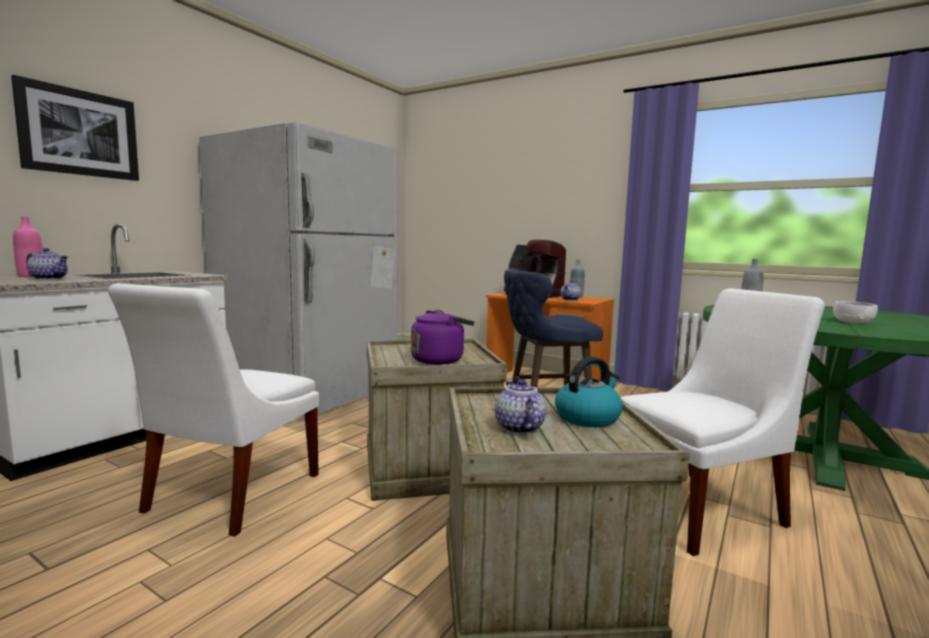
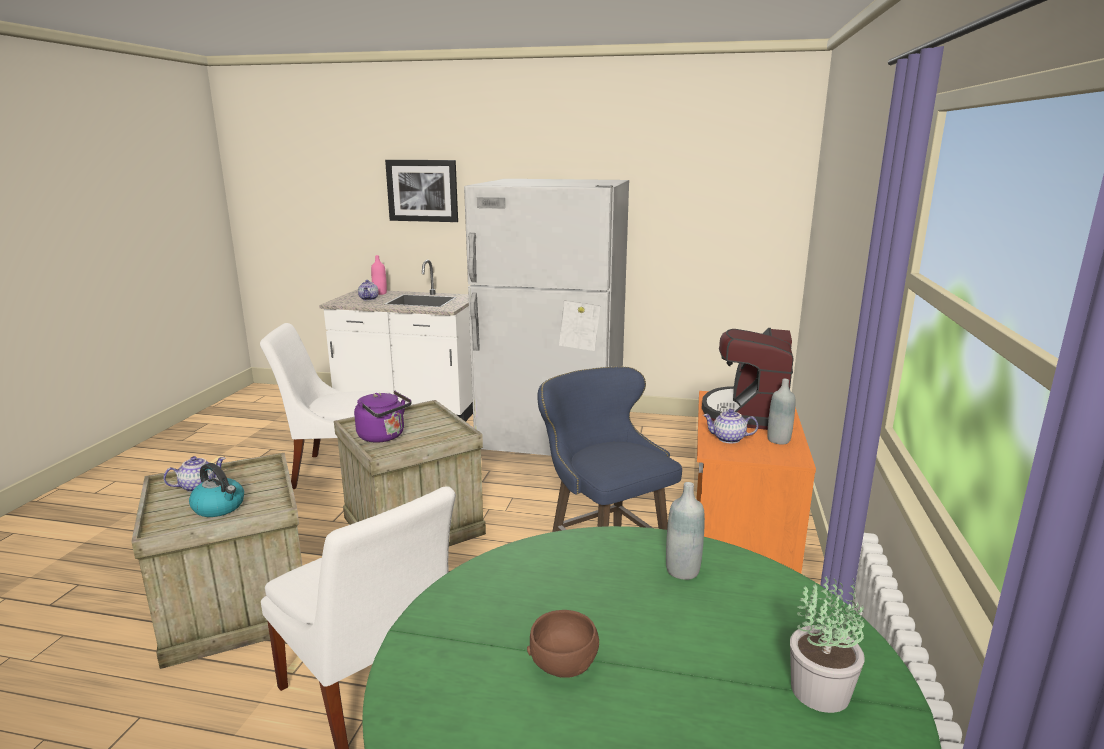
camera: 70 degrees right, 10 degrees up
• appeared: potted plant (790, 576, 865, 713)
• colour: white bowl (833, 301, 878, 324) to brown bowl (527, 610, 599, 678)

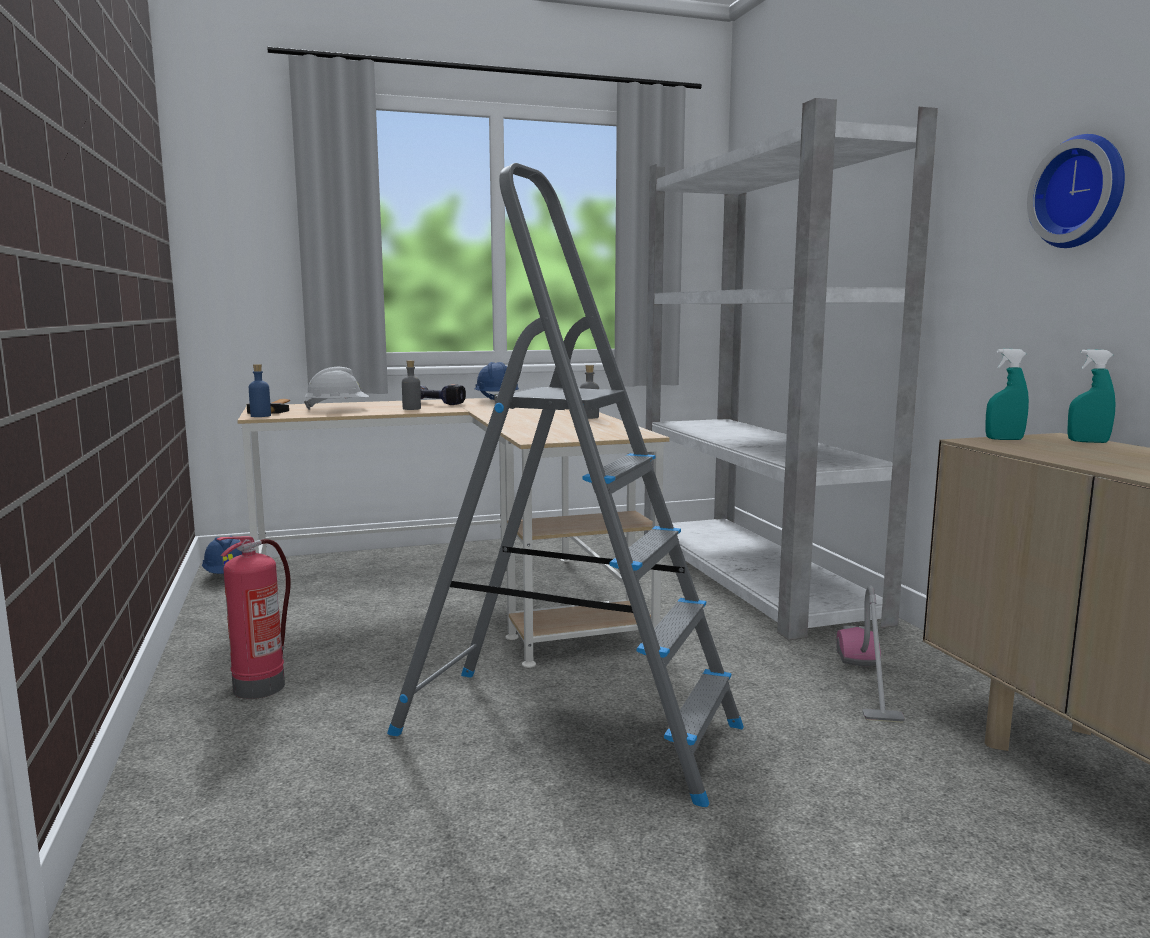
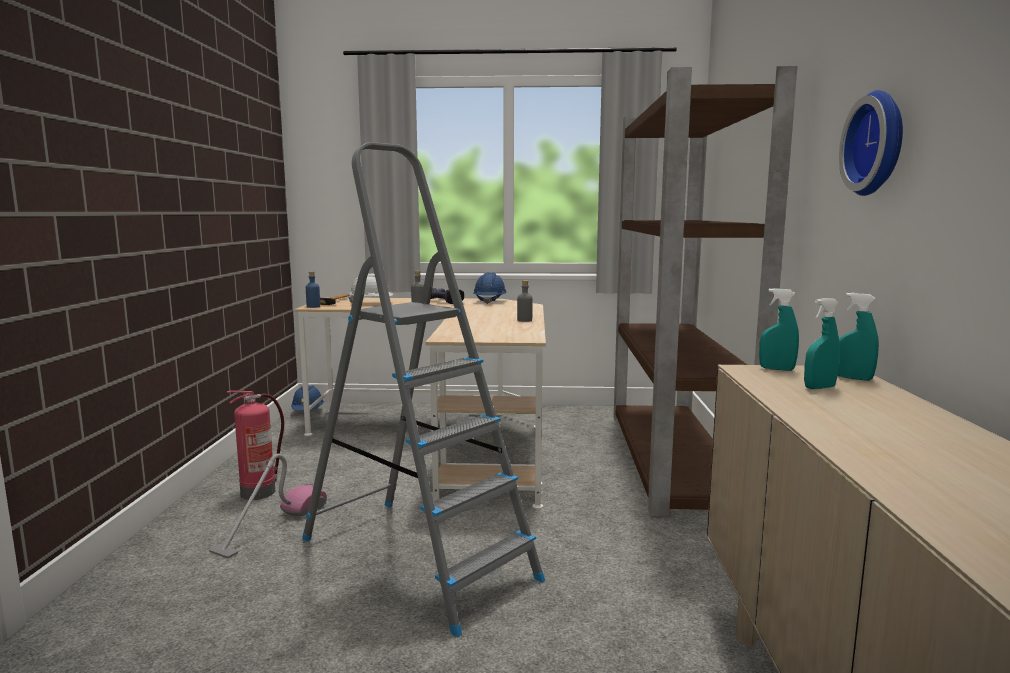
camera: 20 degrees right, 0 degrees up
• appeared: turquoise spray bottle (804, 298, 840, 389)
• relocated: vacuum cleaner (837, 585, 905, 722) to (209, 454, 327, 559)
• colour: white bookcase (644, 98, 938, 640) to brown bookcase (614, 66, 797, 517)

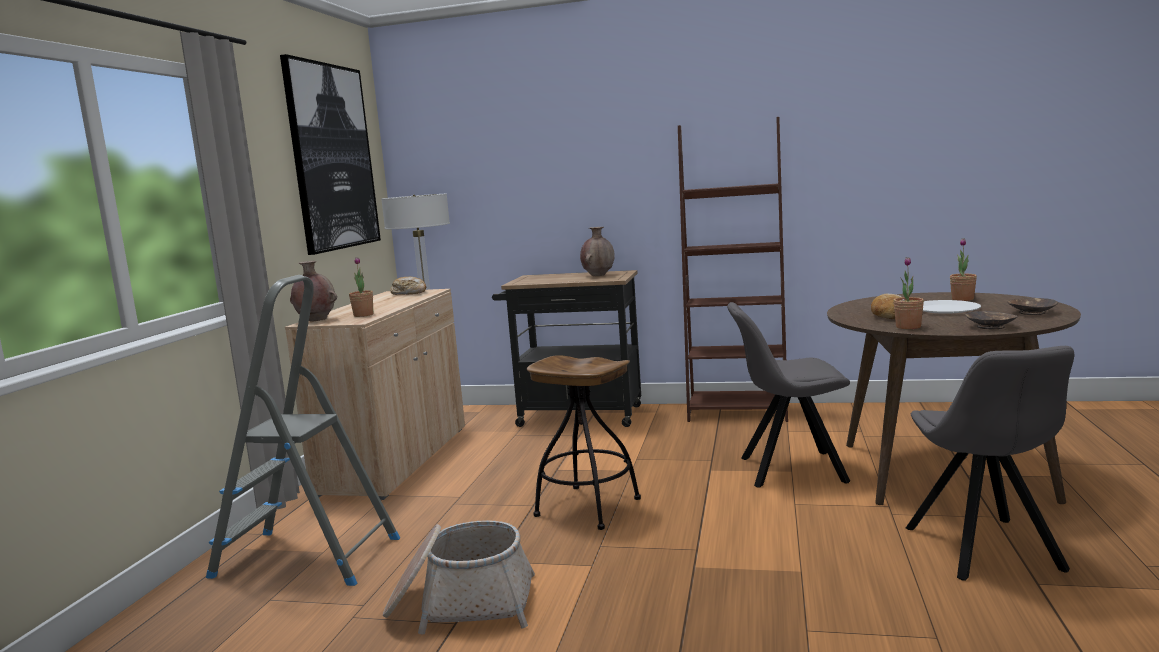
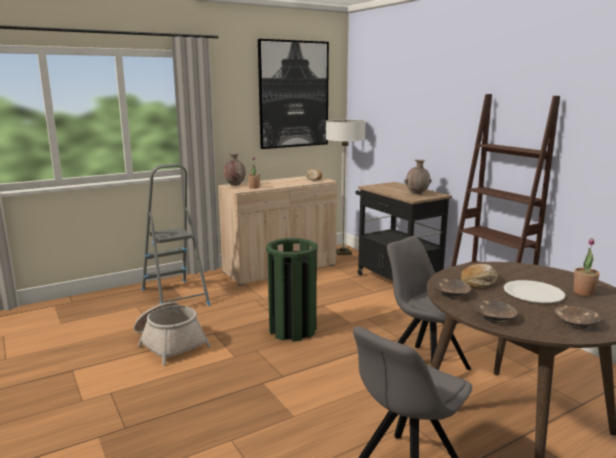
camera: 45 degrees right, 5 degrees up
• exchanged: brown stool (527, 355, 641, 530) to green trash can (266, 238, 318, 342)
• exchanged: potted plant (893, 257, 924, 329) to brown bowl (433, 279, 471, 298)

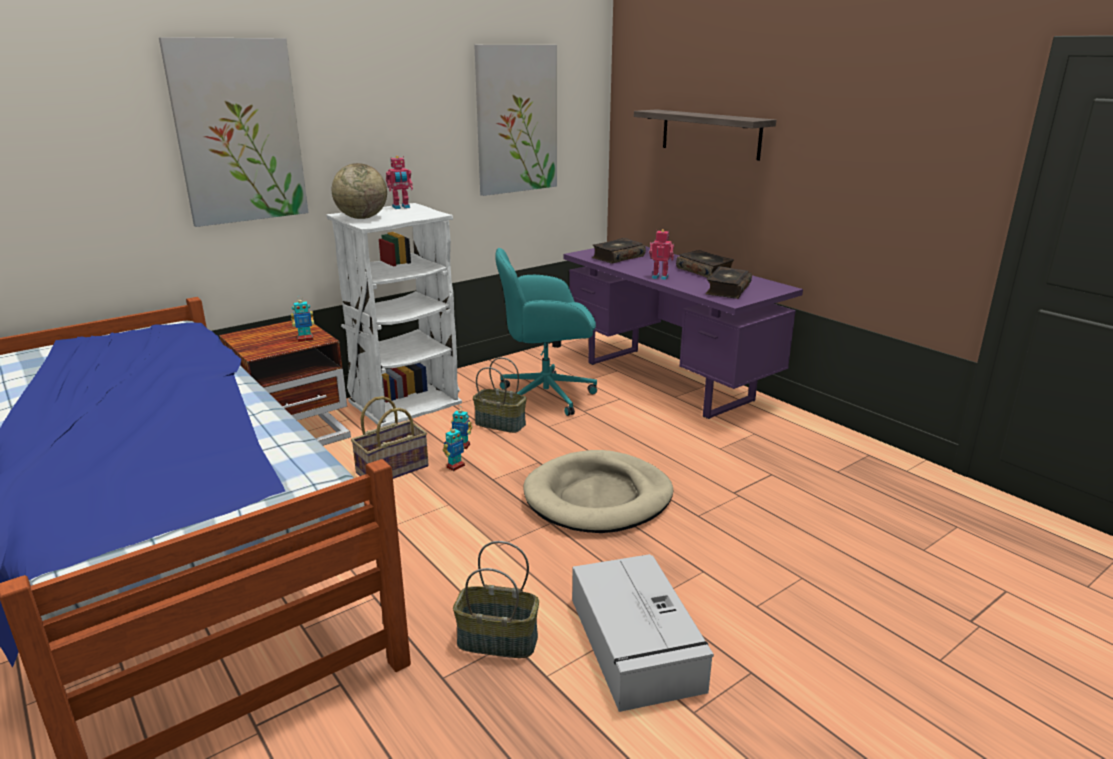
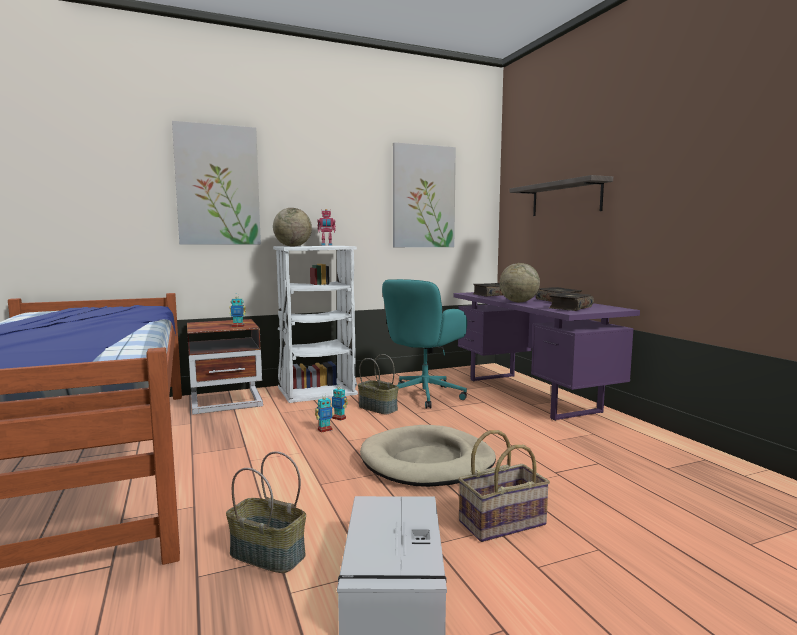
camera: 15 degrees right, 15 degrees down
• relocated: basket (351, 396, 428, 479) to (458, 430, 550, 542)
• exchanged: toy robot (649, 229, 674, 280) to globe (499, 263, 540, 302)
• spun: turquoise office chair (495, 248, 597, 416) = (382, 279, 467, 409) 60 degrees counterclockwise

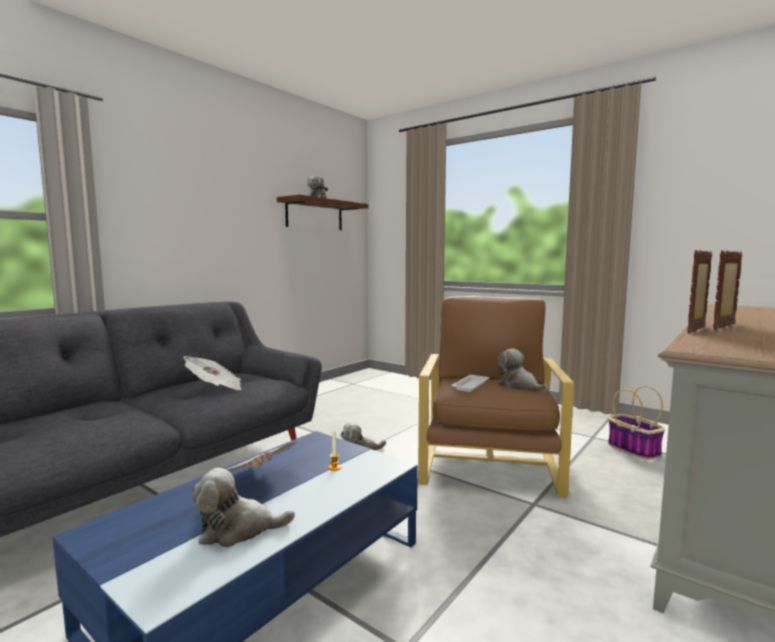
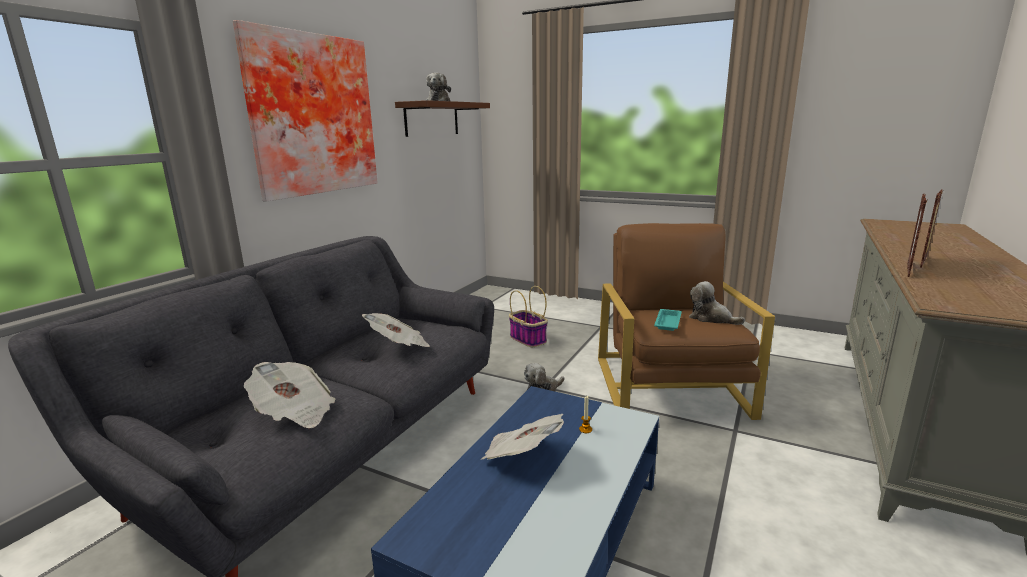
camera: 10 degrees left, 10 degrees up
• missing: plush toy (192, 468, 295, 547)
• appeared: picture (233, 20, 378, 202)
• appeared: newspaper (244, 362, 336, 428)
• relocated: basket (608, 386, 665, 460) to (509, 286, 548, 347)
• colour: white tray (451, 375, 489, 392) to turquoise tray (654, 309, 682, 331)

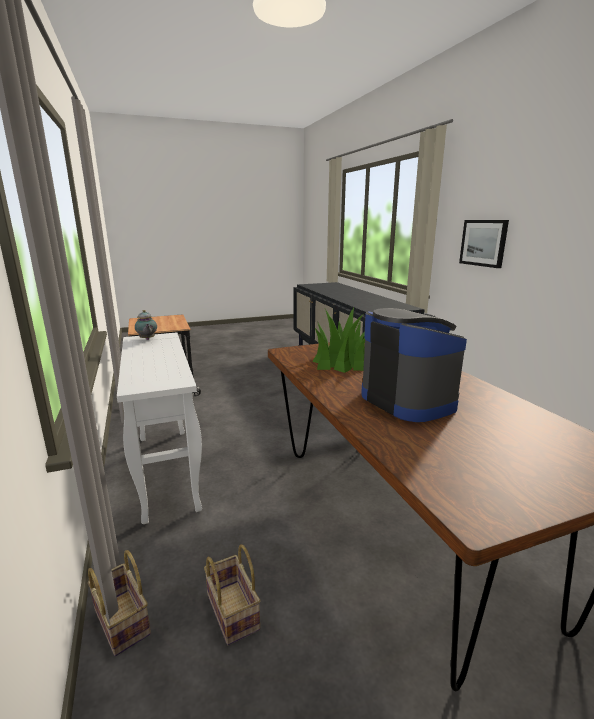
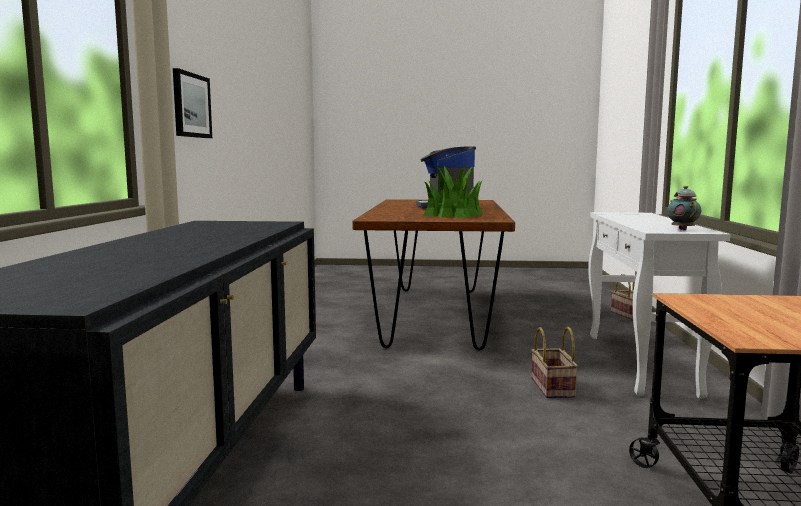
camera: 155 degrees left, 10 degrees down
• relocated: basket (204, 544, 260, 645) to (531, 327, 578, 398)

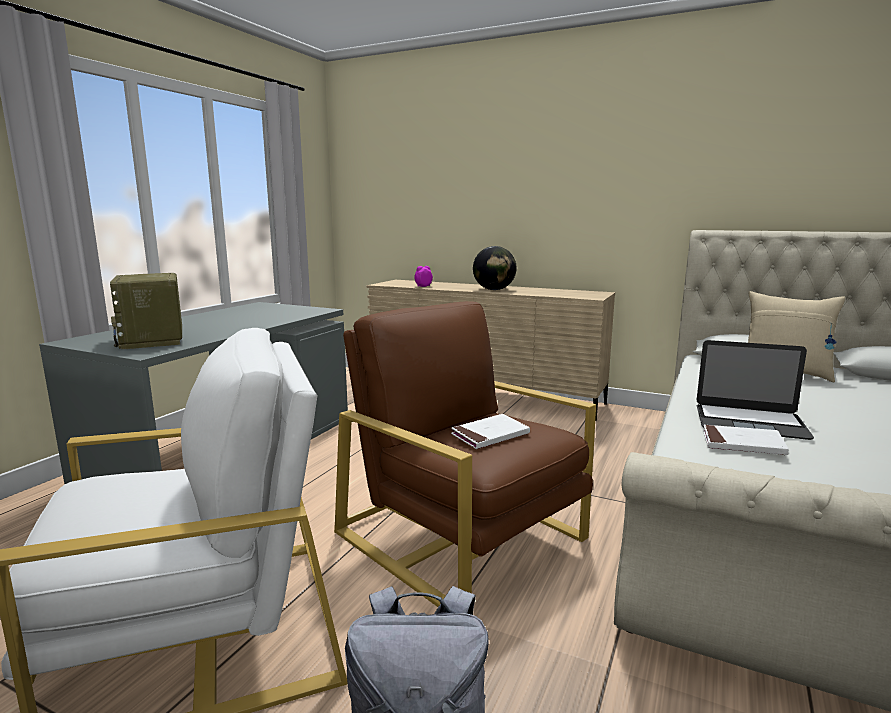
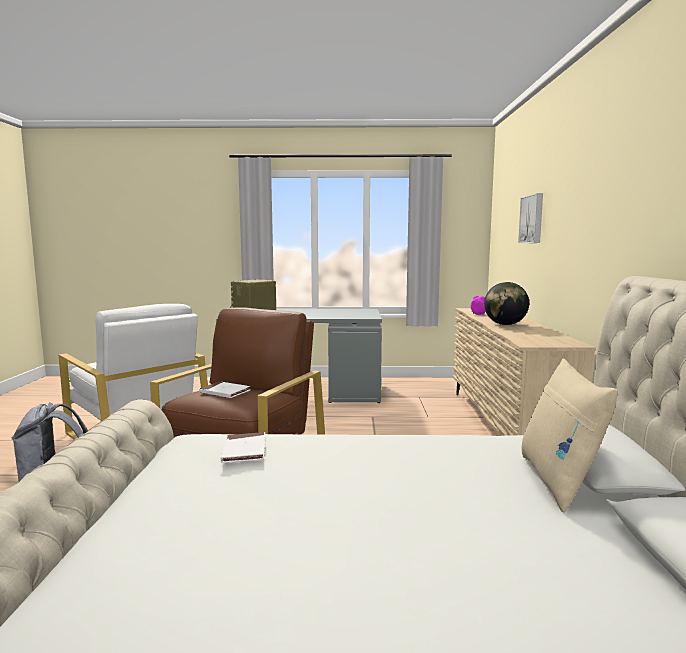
camera: 65 degrees right, 5 degrees down
• missing: laptop (696, 340, 814, 440)
• appeared: picture (518, 193, 543, 243)

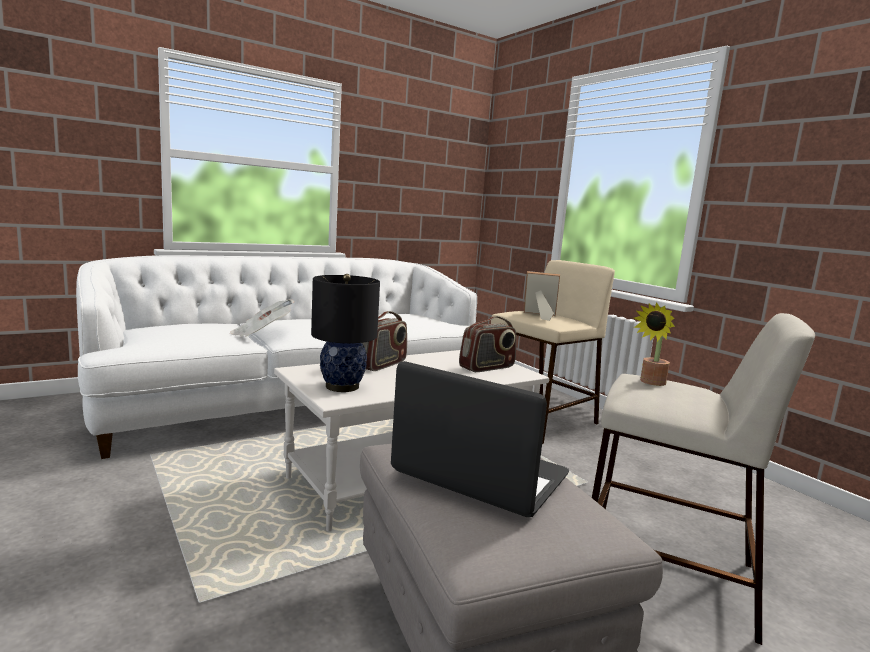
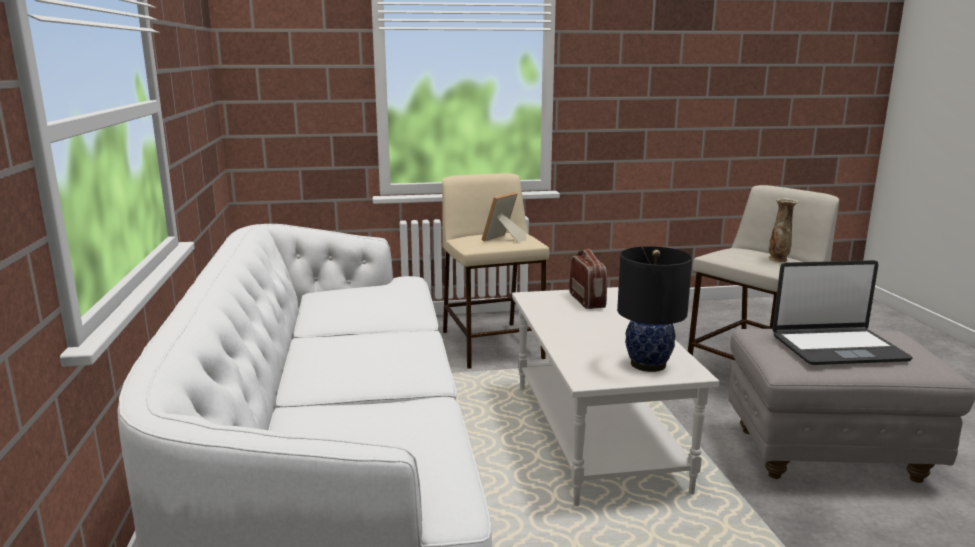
camera: 65 degrees left, 5 degrees up
• missing: newspaper (230, 299, 295, 337)
• missing: radio (362, 311, 407, 371)
• missing: potted plant (634, 302, 675, 386)
• appeared: vase (768, 198, 798, 262)
• spun: laptop (391, 361, 569, 517) = (773, 260, 913, 365) 150 degrees counterclockwise

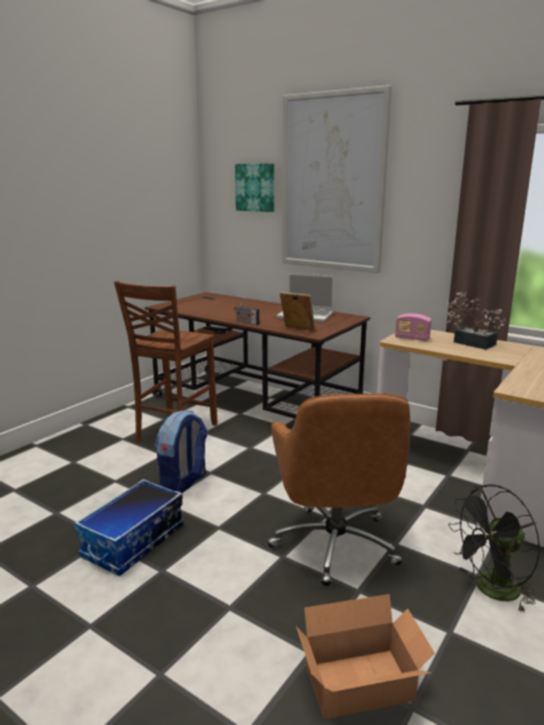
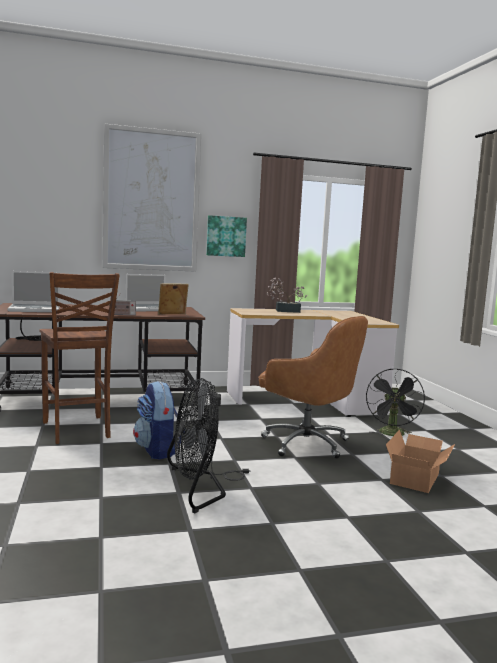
camera: 50 degrees left, 10 degrees down
• missing: radio (395, 313, 432, 341)
• appeared: laptop (7, 271, 60, 312)
• relocated: picture (235, 163, 274, 212) to (206, 215, 247, 257)
• exchanged: storage box (74, 479, 184, 576) to black fan (167, 378, 251, 513)

